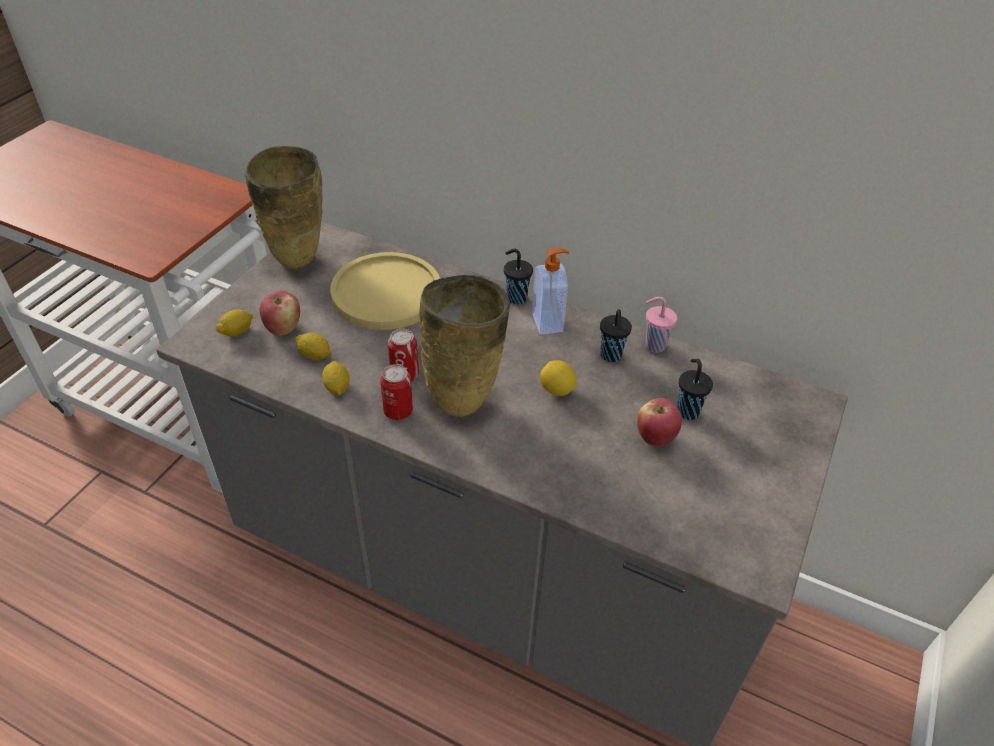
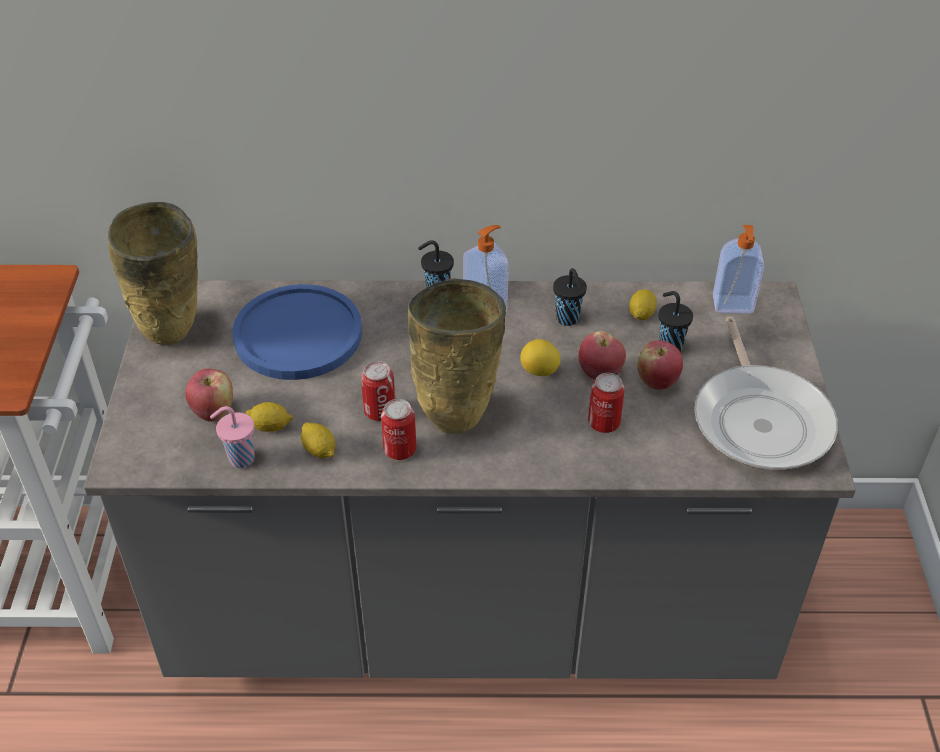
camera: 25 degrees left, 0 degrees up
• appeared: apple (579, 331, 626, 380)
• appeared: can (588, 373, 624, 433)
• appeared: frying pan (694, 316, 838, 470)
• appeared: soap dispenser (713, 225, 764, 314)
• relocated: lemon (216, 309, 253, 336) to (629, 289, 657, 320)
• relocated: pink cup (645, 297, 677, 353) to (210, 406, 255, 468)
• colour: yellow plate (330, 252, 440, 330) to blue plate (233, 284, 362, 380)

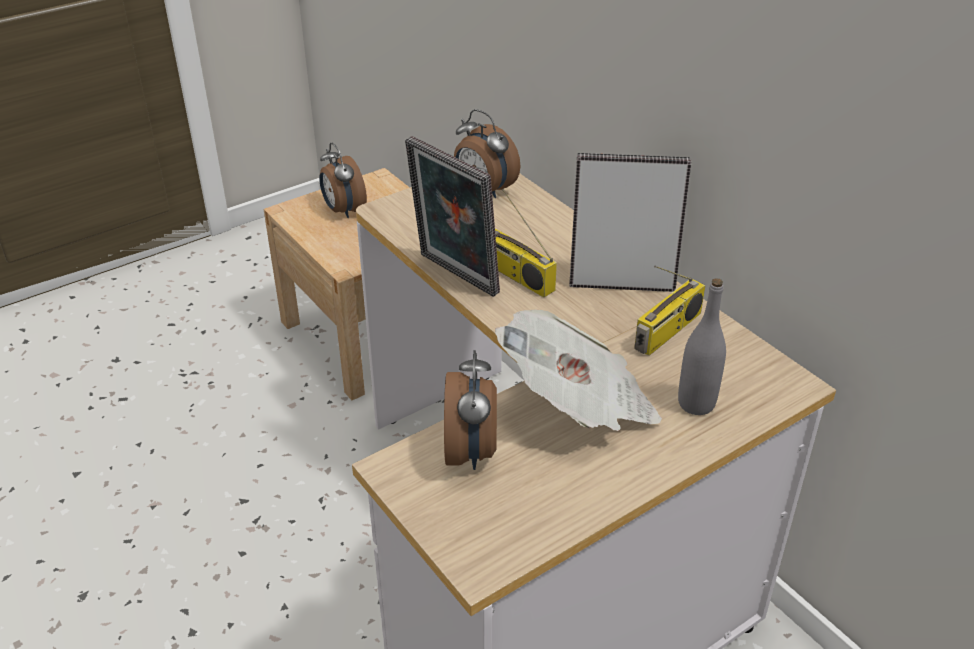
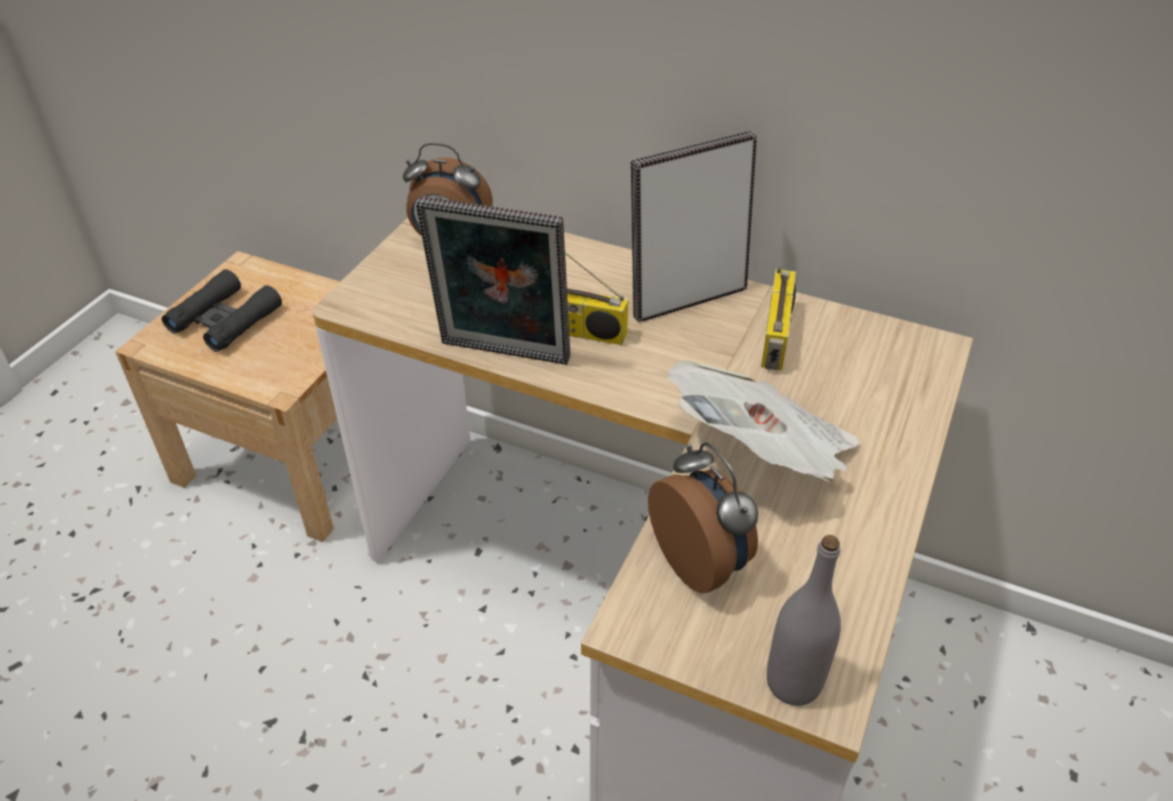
camera: 30 degrees left, 5 degrees up
• relocated: grey bottle (678, 278, 726, 415) to (767, 535, 841, 706)
• exchanged: alarm clock (319, 143, 367, 218) to black binoculars (162, 269, 282, 352)

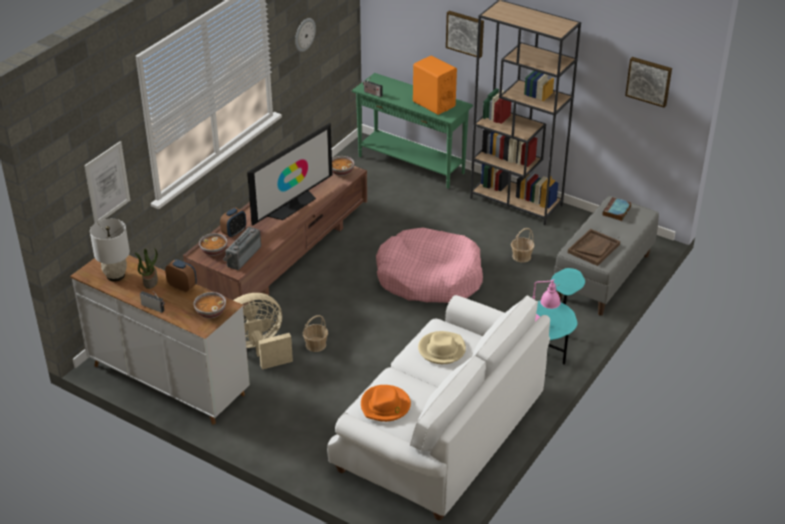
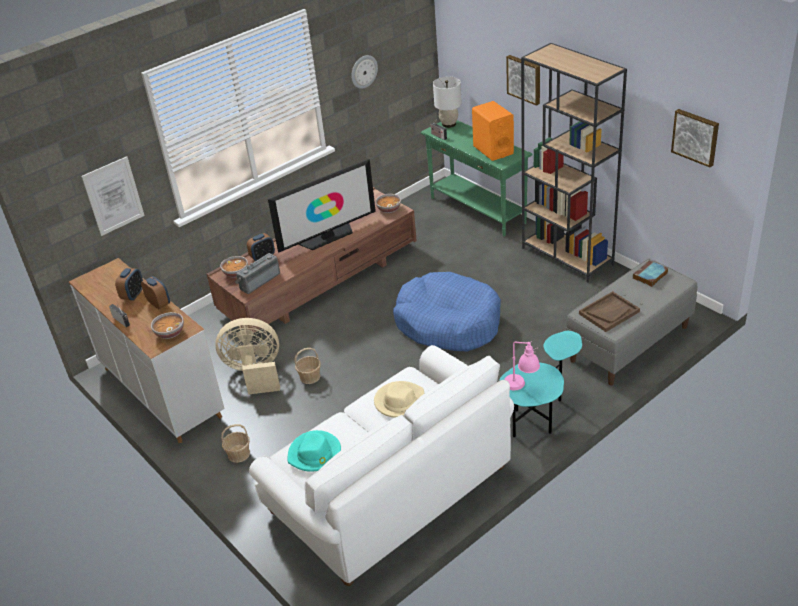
camera: 20 degrees right, 0 degrees up
• relocated: white table lamp (90, 219, 130, 282) to (433, 77, 462, 128)
• relocated: basket (511, 228, 535, 263) to (221, 424, 250, 463)
• exchanged: potted plant (135, 248, 158, 289) to alarm clock (115, 268, 143, 301)
• colour: orange hat (361, 385, 411, 422) to turquoise hat (288, 430, 341, 472)
• colour: pink dog bed (376, 228, 483, 303) to blue dog bed (393, 272, 501, 352)

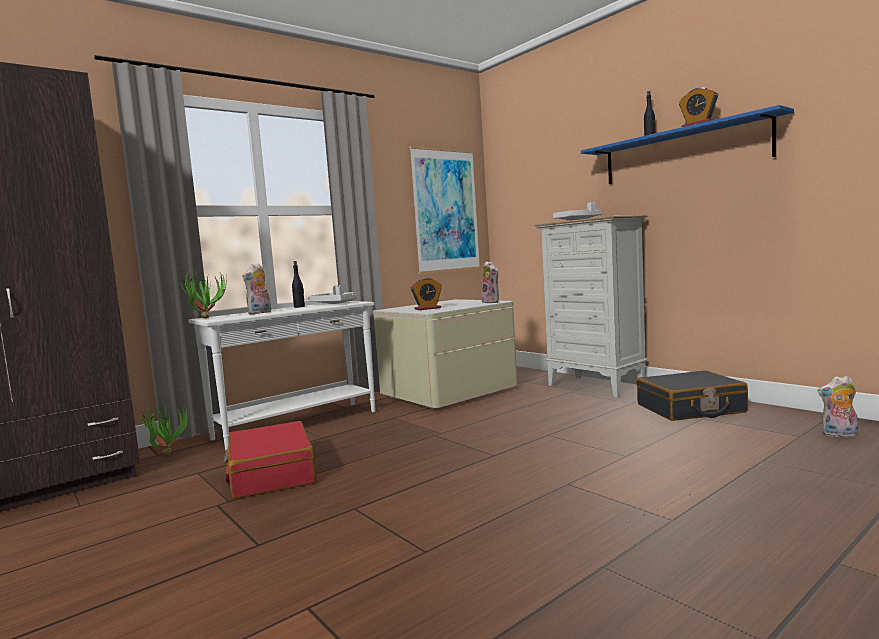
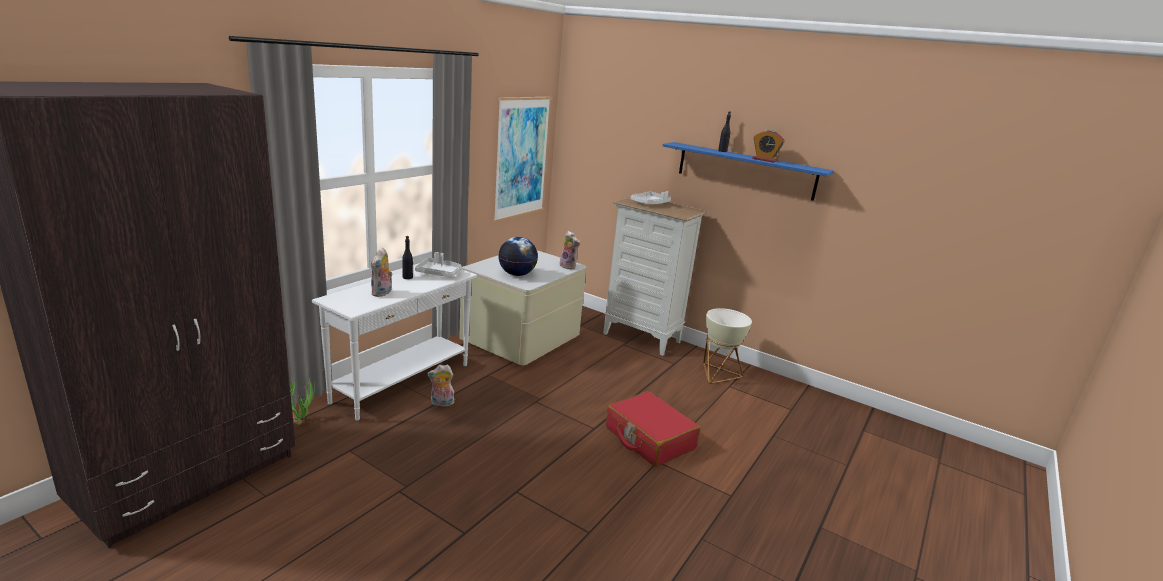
camera: 20 degrees left, 15 degrees up
• missing: potted plant (181, 271, 227, 319)
• relocated: red suitcase (223, 421, 316, 499) to (606, 391, 700, 467)
• relocated: plush toy (818, 376, 858, 437) to (427, 365, 454, 408)
• exchanged: alarm clock (411, 278, 442, 310) to globe (498, 237, 538, 276)
• exchanged: black suitcase (636, 370, 748, 421) to planter (703, 308, 752, 384)

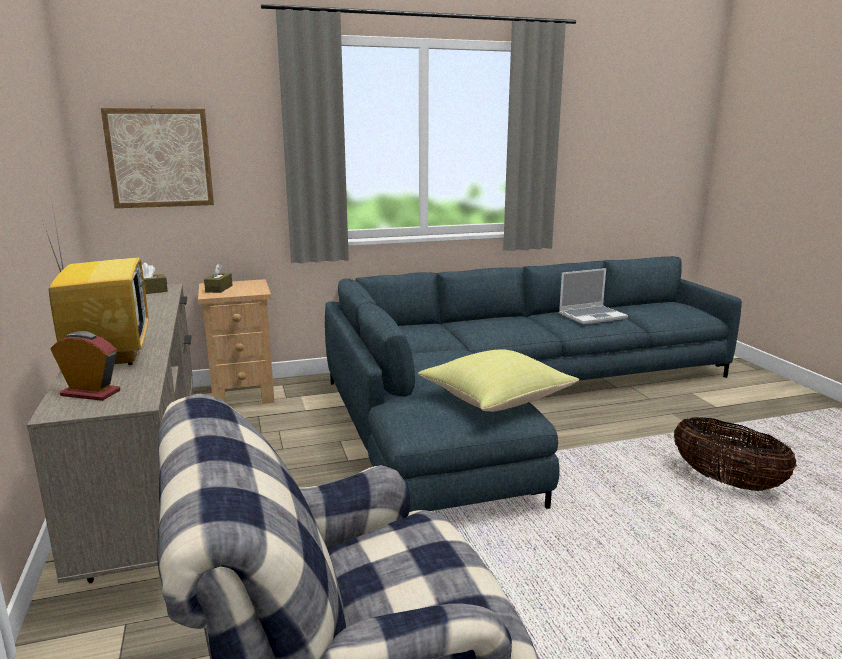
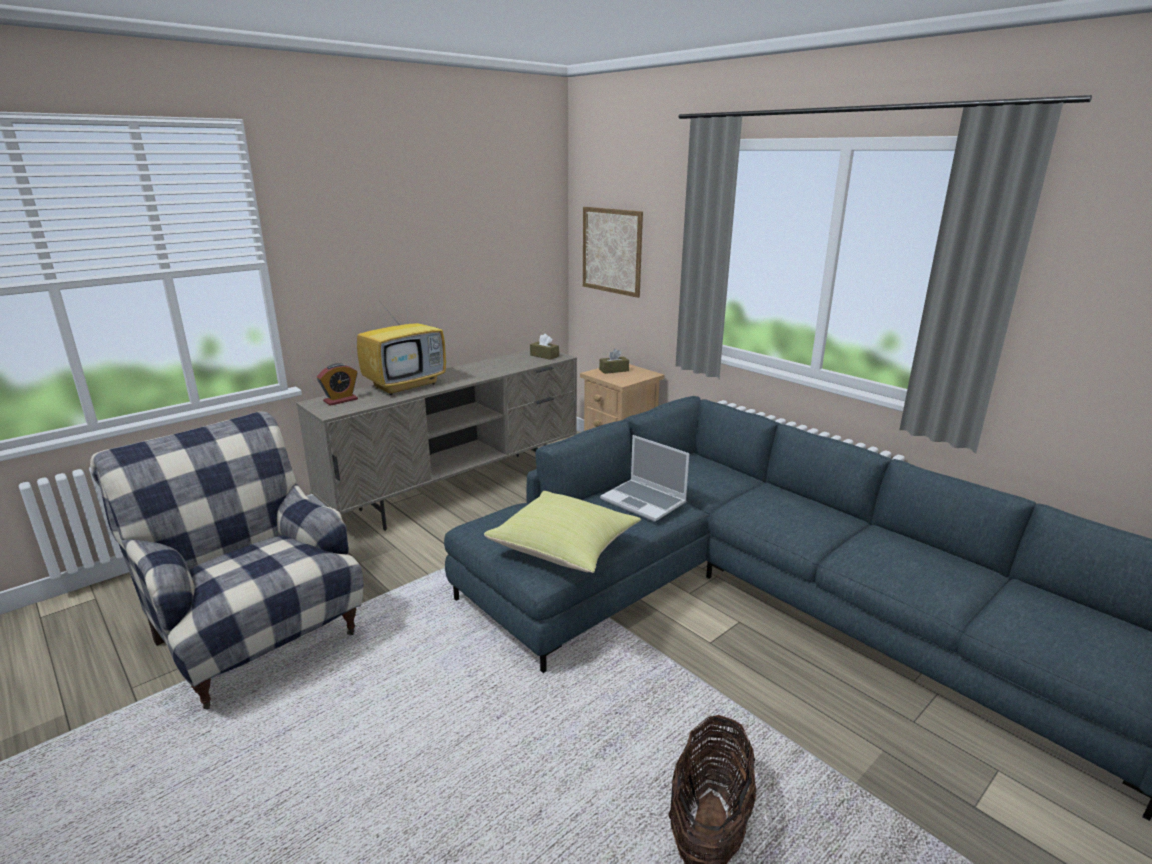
camera: 65 degrees right, 5 degrees up
• relocated: laptop (559, 268, 628, 325) to (600, 435, 690, 522)
• spun: alarm clock (51, 331, 120, 401) = (317, 363, 358, 406) 60 degrees clockwise

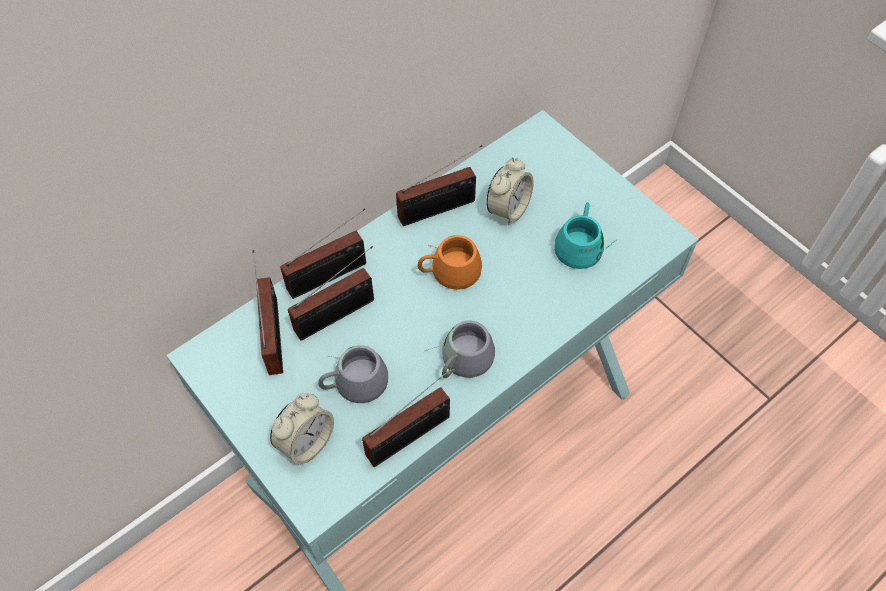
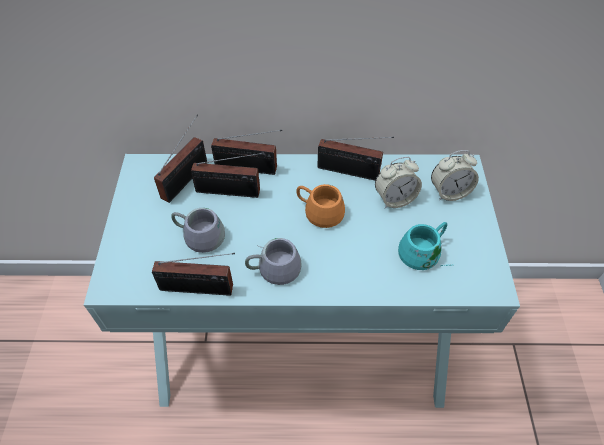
camera: 40 degrees right, 5 degrees down
• relocated: alarm clock (270, 393, 334, 464) to (431, 150, 479, 201)

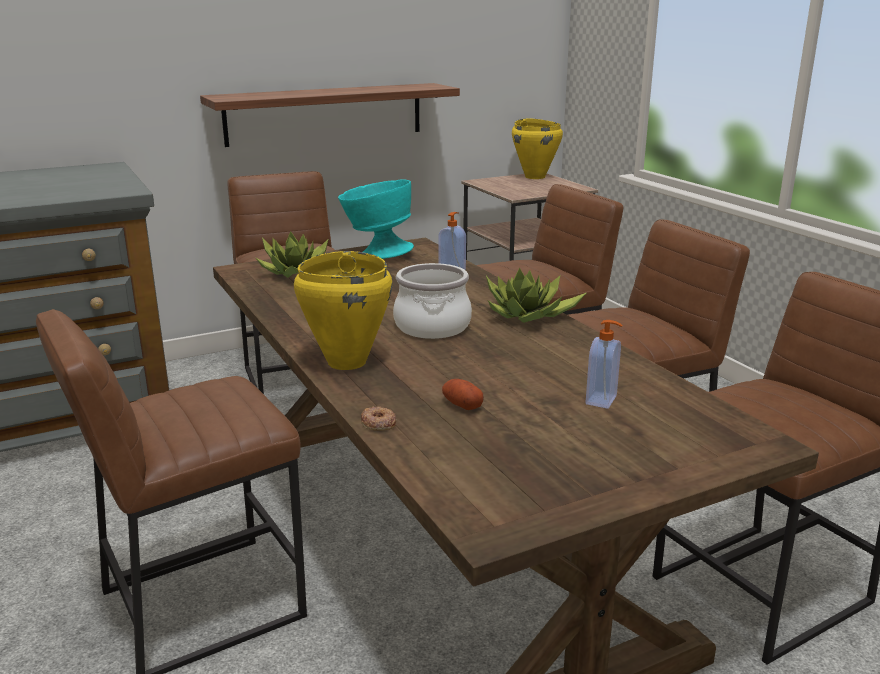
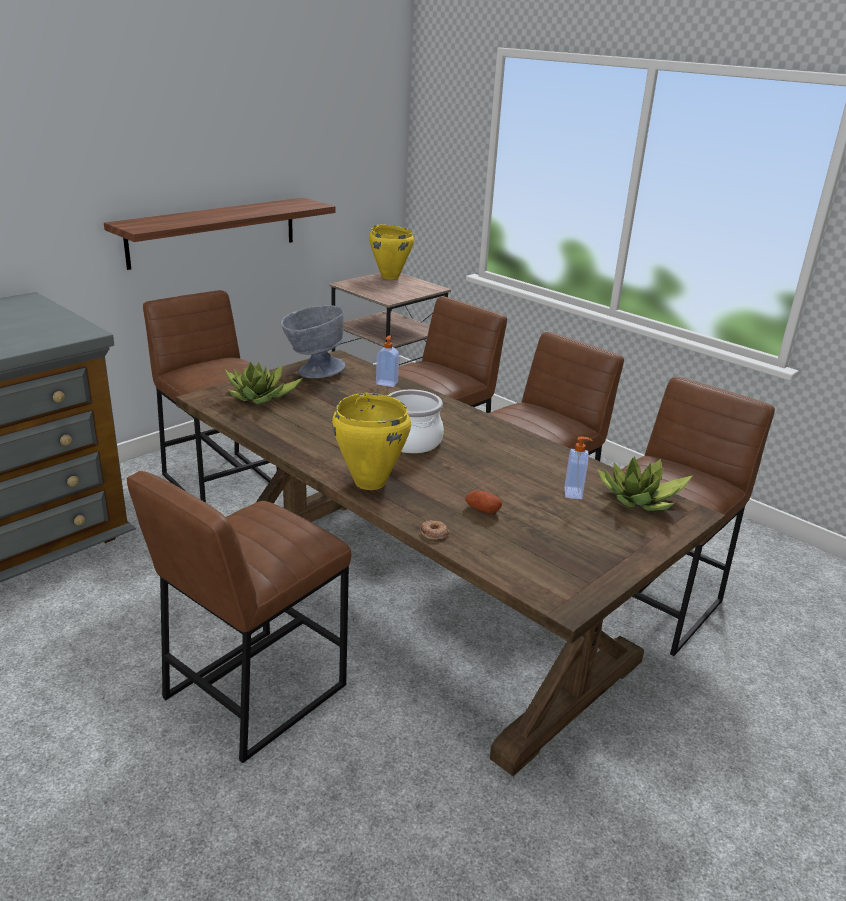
camera: 20 degrees left, 5 degrees up
• relocated: potted plant (486, 268, 586, 323) to (597, 456, 693, 511)
• colour: turquoise bowl (338, 180, 414, 259) to grey bowl (281, 305, 345, 378)

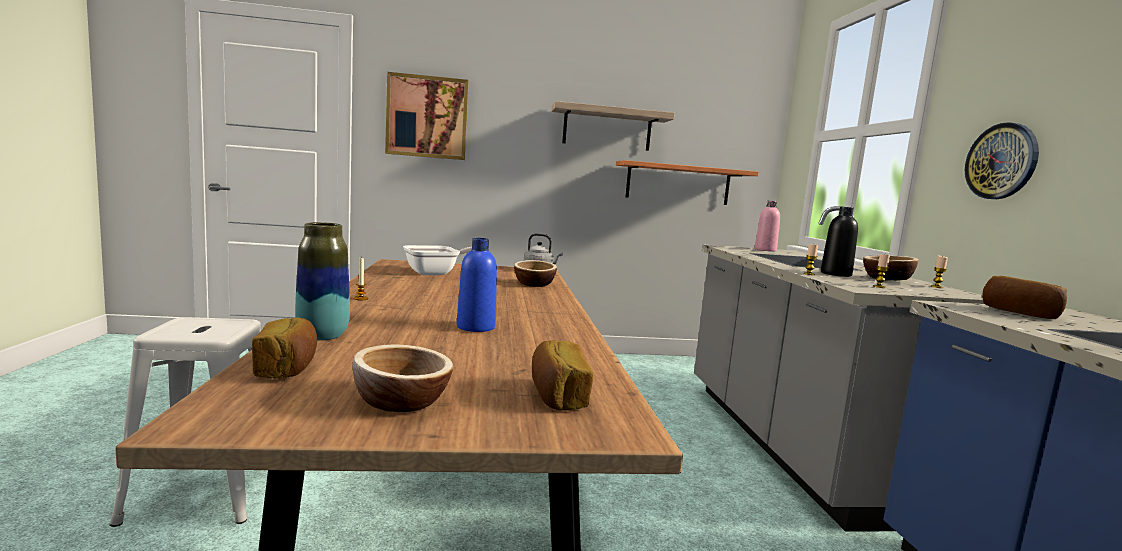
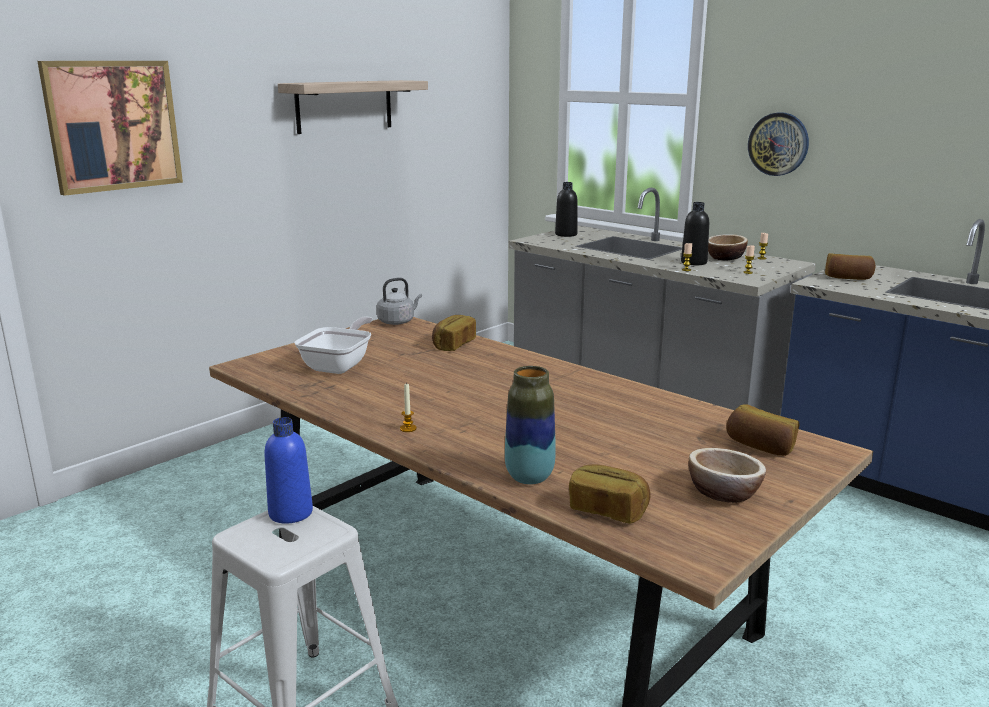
camera: 40 degrees left, 10 degrees up
• missing: shelf (616, 160, 759, 205)
• relocated: blue bottle (457, 238, 497, 332) to (265, 417, 313, 524)
• exchanged: bowl (514, 260, 557, 287) to bread (432, 315, 476, 351)
• colour: pink bottle (755, 201, 780, 252) to black bottle (555, 182, 578, 237)

